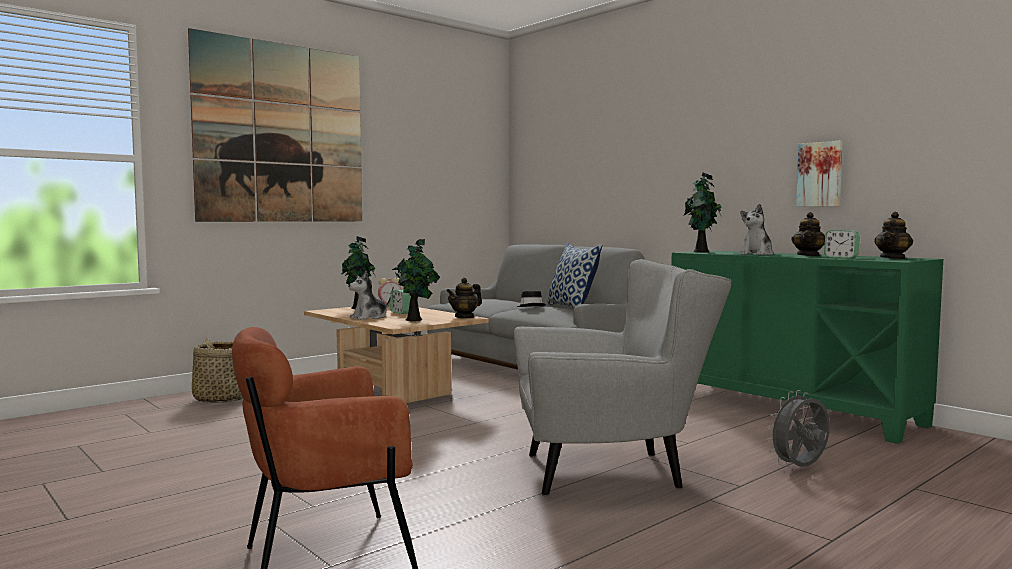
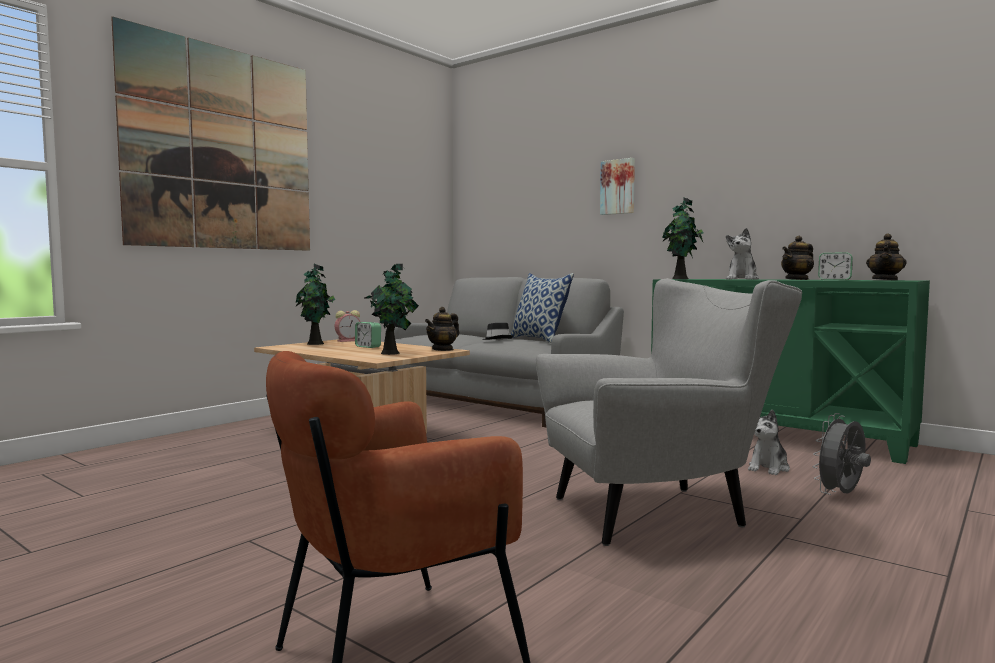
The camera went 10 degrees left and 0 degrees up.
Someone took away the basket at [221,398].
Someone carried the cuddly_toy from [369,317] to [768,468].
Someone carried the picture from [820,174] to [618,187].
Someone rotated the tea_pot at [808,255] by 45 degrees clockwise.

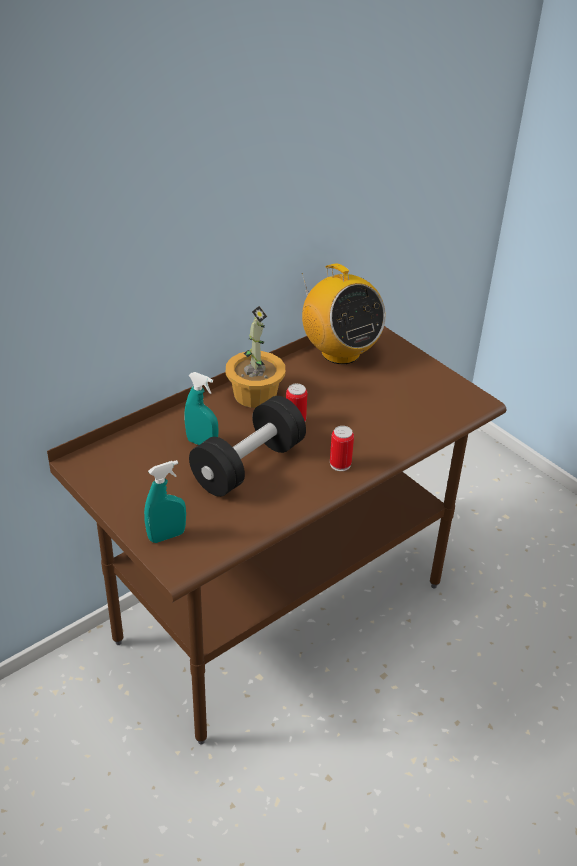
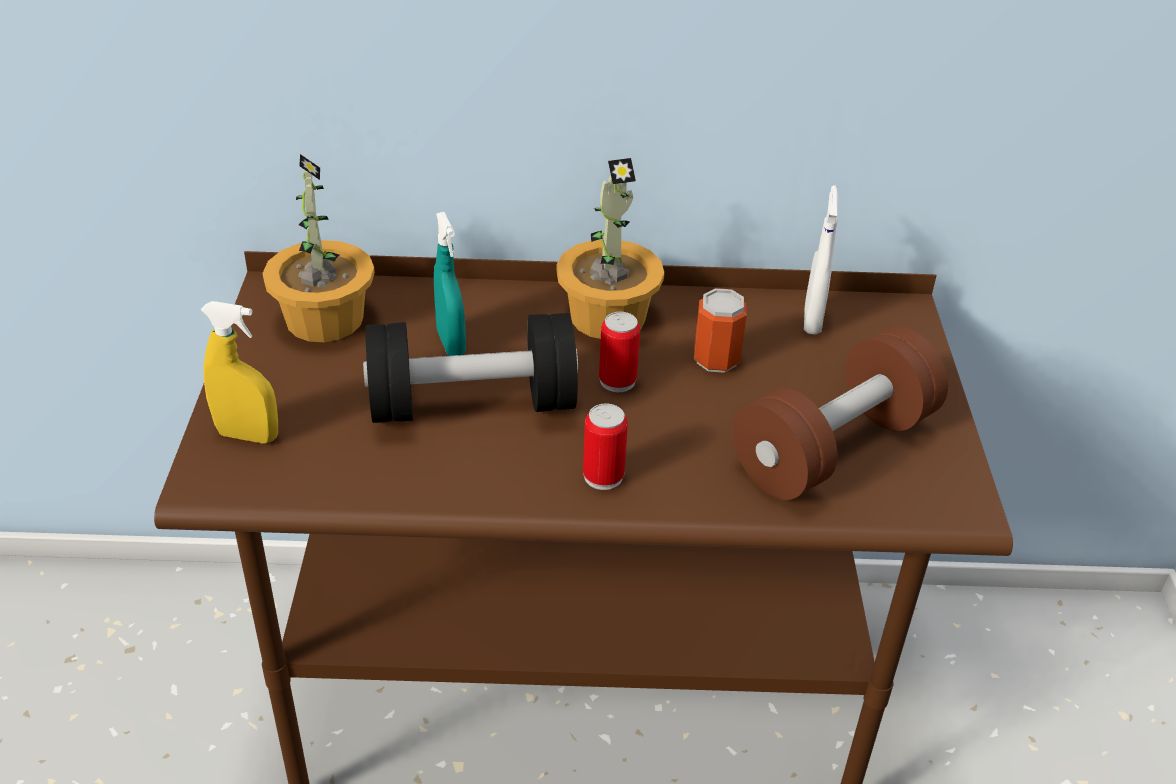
The camera went 40 degrees right and 0 degrees up.
Someone put down the plant_in_a_pot at [323,319].
Someone put down the metal_can at [716,359].
Someone put down the brownish_free_weight at [834,447].
Someone swapped the radio_receiver at [340,352] for the white_sprayer at [812,320].
Someone repainted the blue-green_sprayer at [167,536], which became the yellow_sprayer at [248,435].

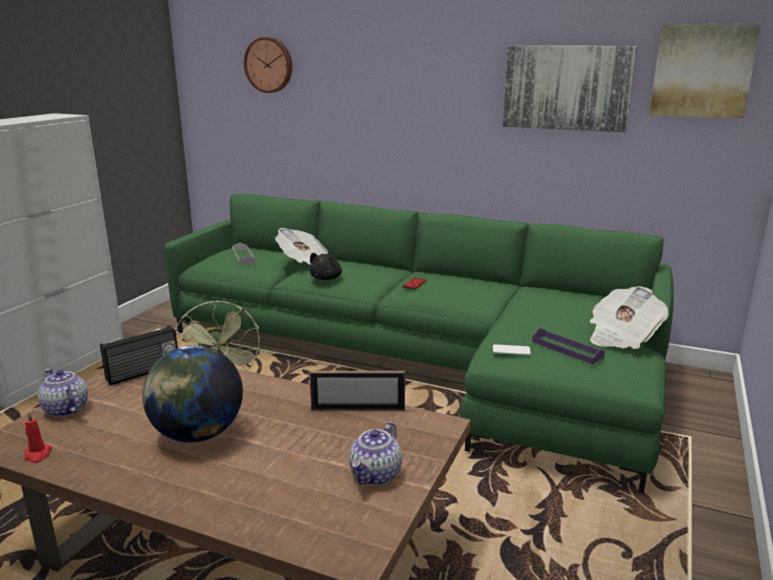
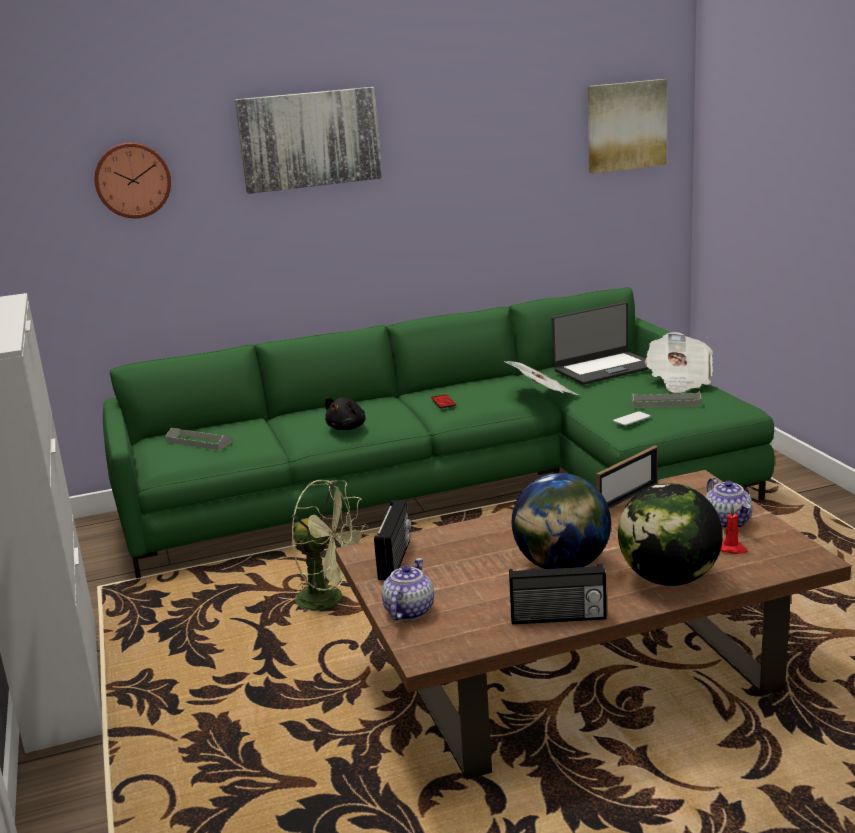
The camera went 40 degrees left and 0 degrees up.
Someone put down the radio_receiver at [558,618].
Someone put down the laptop at [604,368].
Someone put down the desk_globe at [669,579].
Someone carried the red_candle from [38,455] to [732,549].
Someone carried the daily_paper from [305,263] to [542,396].
Someone carried the picture from [567,88] to [309,139].
Someone repainted the purplish_carrying_tray at [567,349], which became the grey_carrying_tray at [666,403].
Someone rotated the tea_pot at [65,409] by 105 degrees clockwise.
Someone rotated the black_cuddly_toy at [327,278] by 45 degrees clockwise.

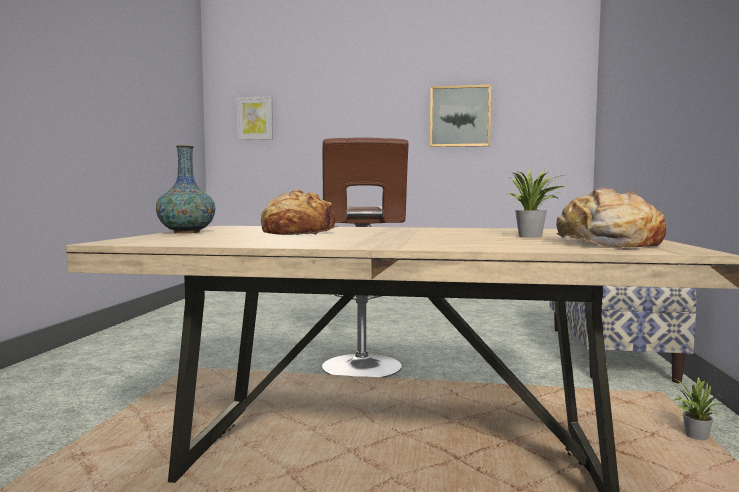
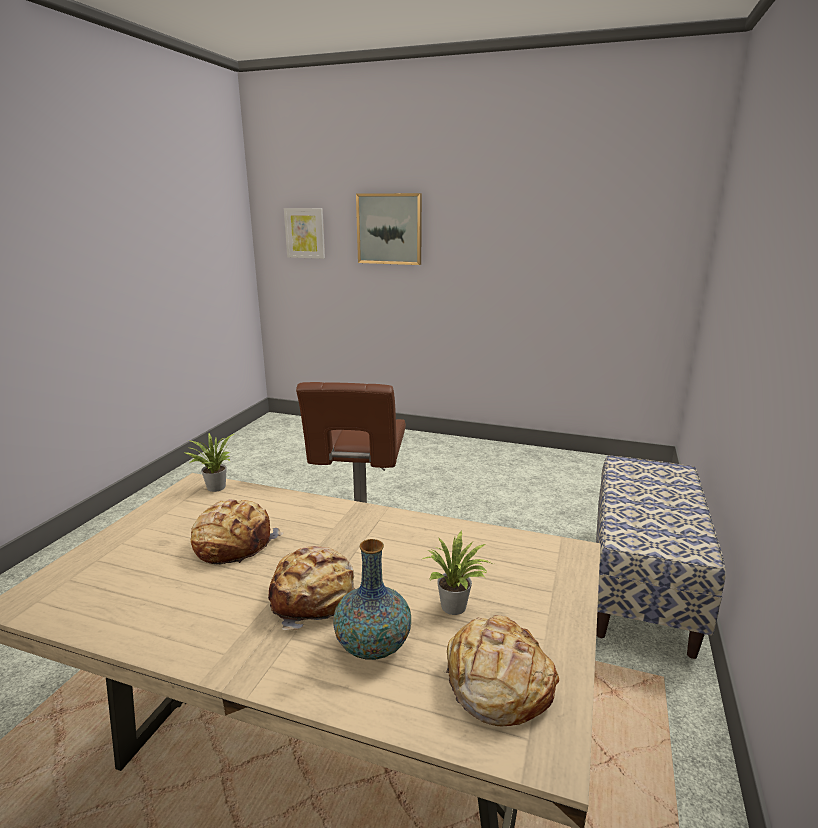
The camera went 10 degrees right and 15 degrees up.
Someone put down the bakery_bread at [314,598].
Someone carried the decorative_vase from [186,232] to [373,646].
Someone carried the picture from [460,116] to [389,229].
Someone carried the plant_in_a_pot from [693,437] to [214,486].

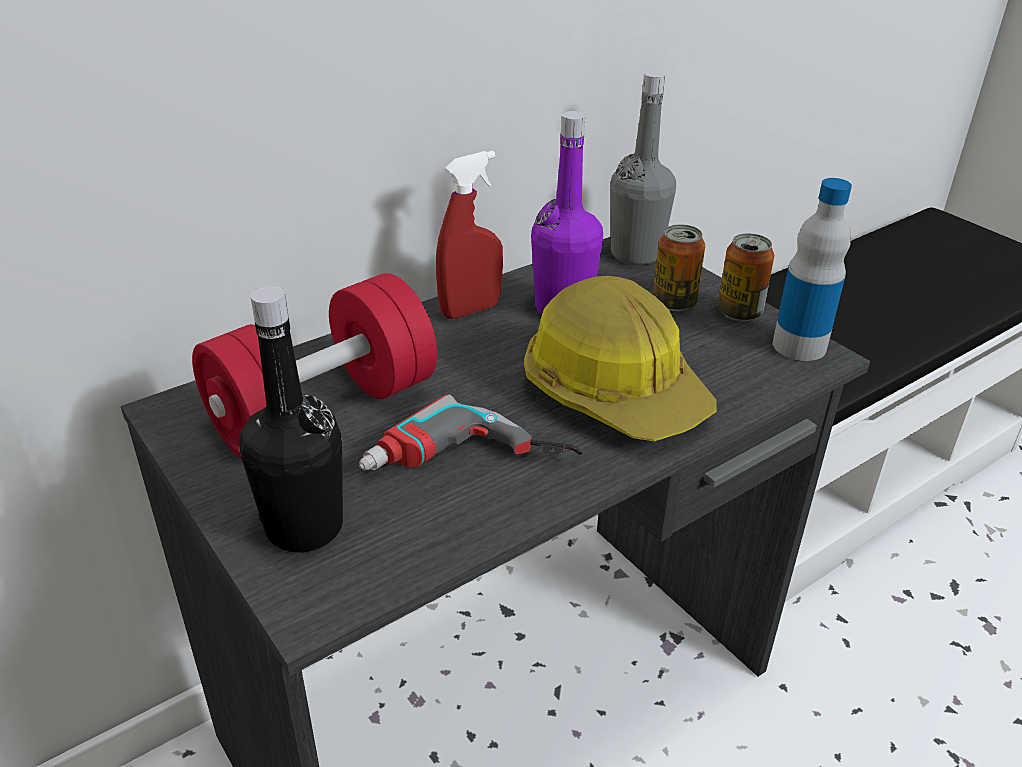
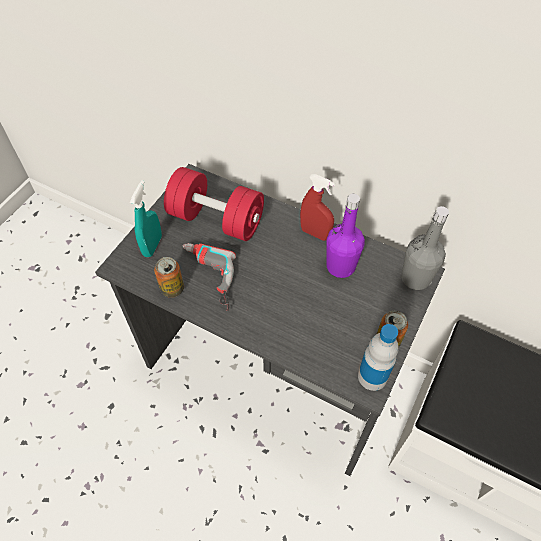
The camera went 65 degrees right and 20 degrees up.
Someone took away the safety_helmet at [614,390].
Someone carried the metal_can from [674,302] to [172,288].
Someone swapped the black_bottle at [304,527] for the blue-green_sprayer at [152,246].

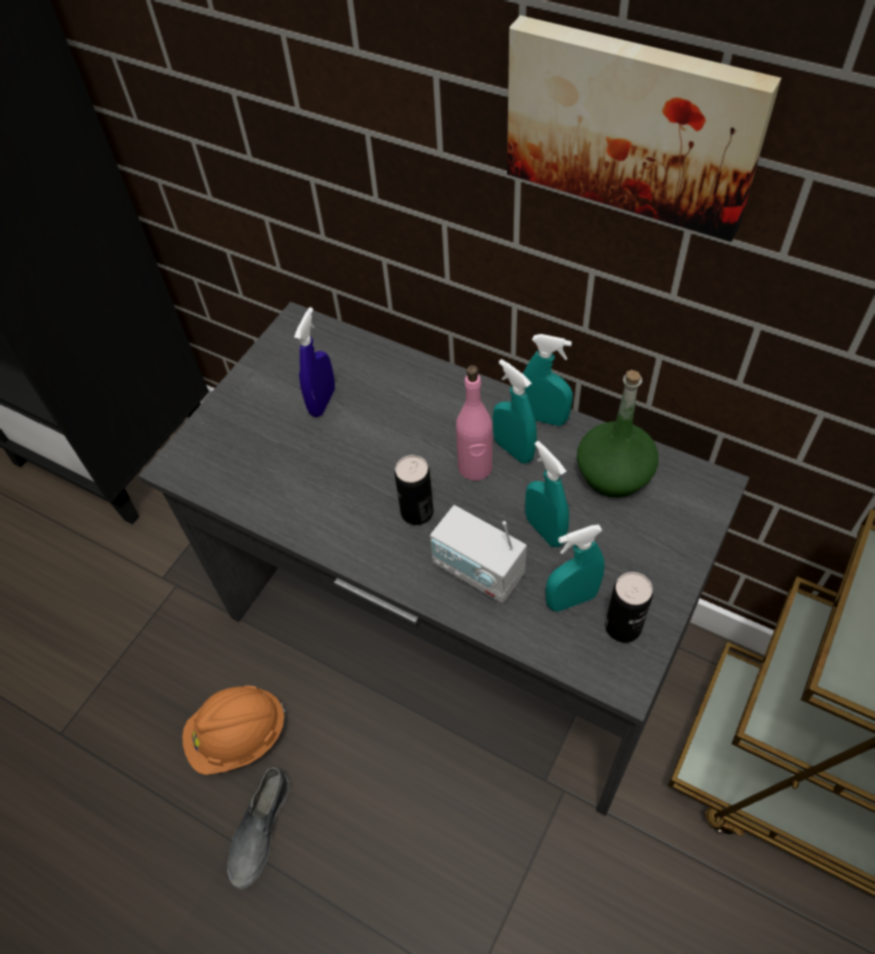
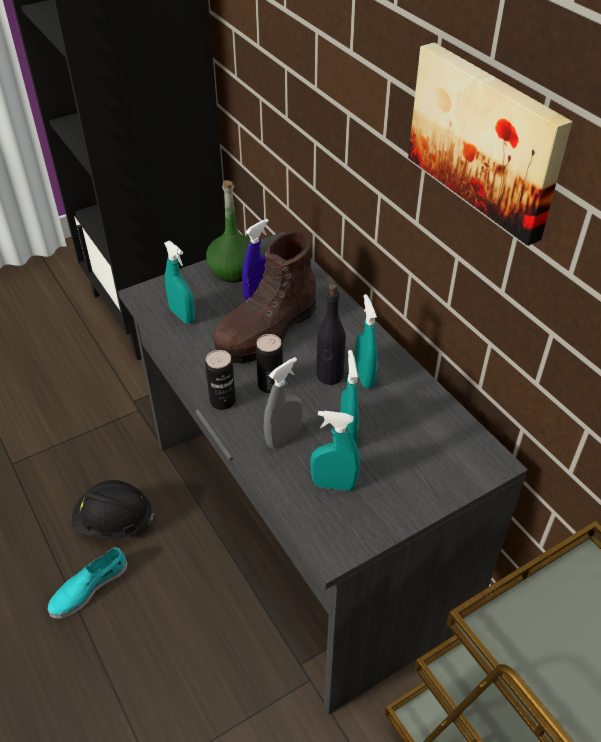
The camera went 25 degrees right and 10 degrees down.
Someone put down the brownish_boot at [267,331].
Someone carried the blue-green_sprayer from [544,418] to [182,315].
Someone carried the green_bottle from [614,473] to [234,270].
Someone carried the metal_can from [623,626] to [222,401].
Someone swapped the radio_receiver at [478,571] for the grey_sprayer at [283,438].
Someone repainted the orangey_safety_helmet at [238,737], which became the black_safety_helmet at [114,522].
Someone repainted the grey_shoe at [260,829], which became the blue-green_shoe at [88,587].
Someone repainted the pink_bottle at [475,467], which became the black_bottle at [329,376].

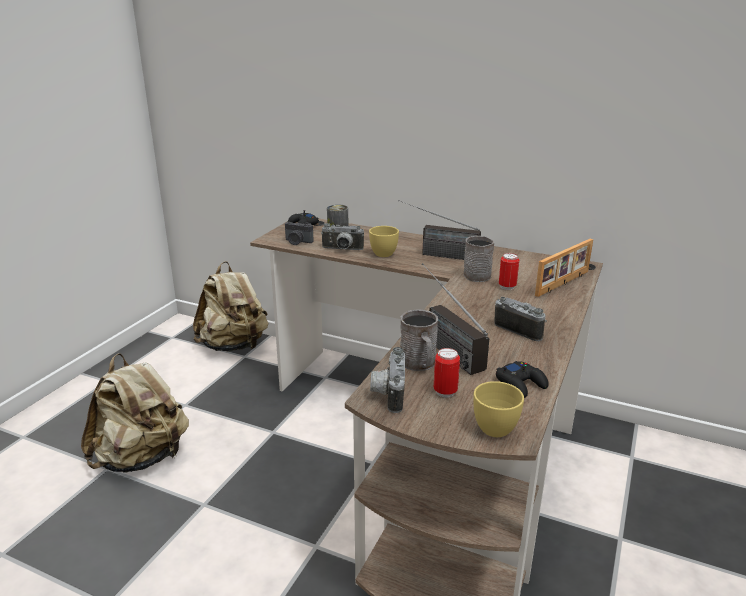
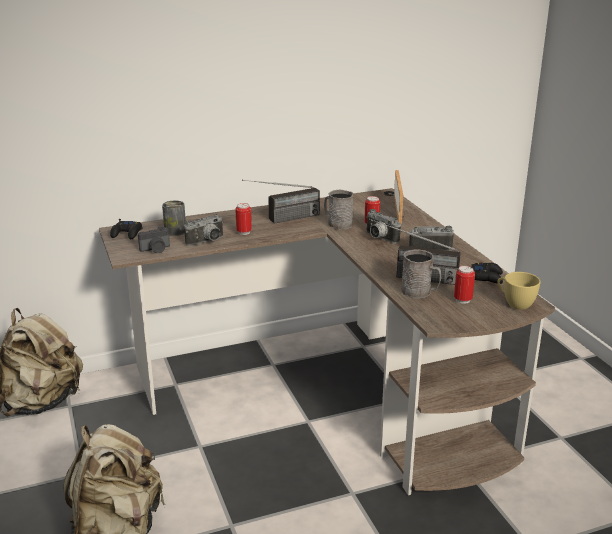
The camera went 45 degrees left and 0 degrees up.
Someone carried the photo_camera from [387,394] to [379,238].
Someone swapped the yellow_small_cup at [384,252] for the metal_can at [244,232].

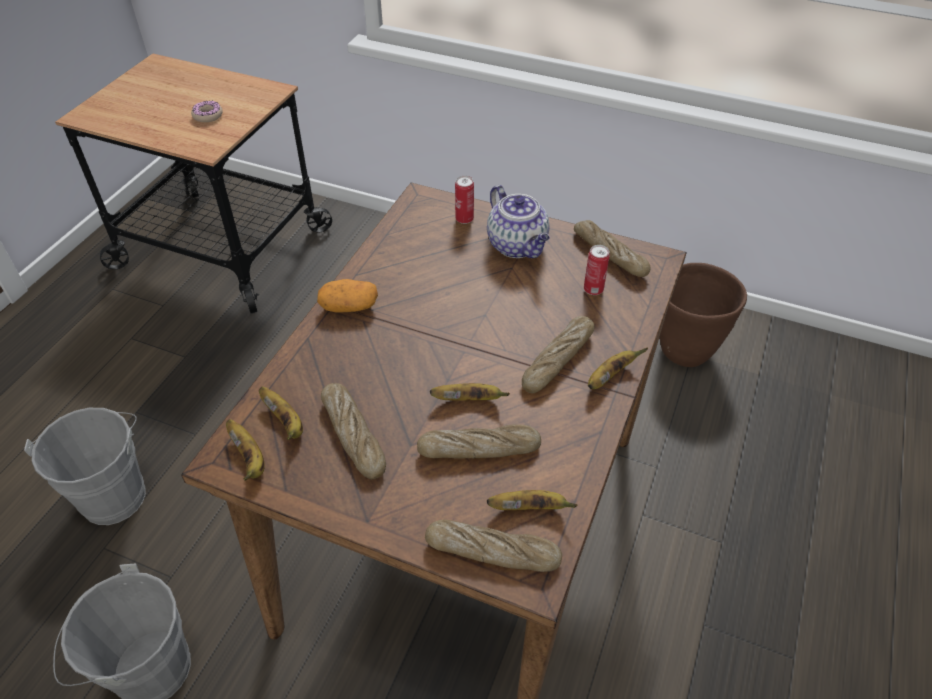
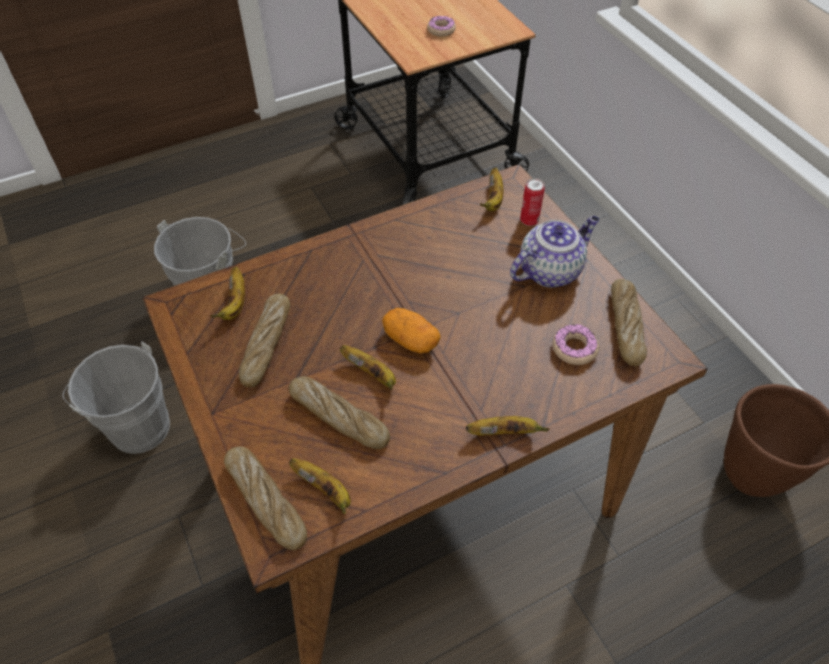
The camera went 40 degrees right and 5 degrees up.
Someone took away the bakery_bread at [558,360].
Someone carried the whole_banana from [249,458] to [493,200].
Someone carried the potato from [349,307] to [410,340].
Someone swapped the metal_can at [593,290] for the doughnut at [574,349].
Someone rotated the tea_pot at [518,246] by 135 degrees counterclockwise.

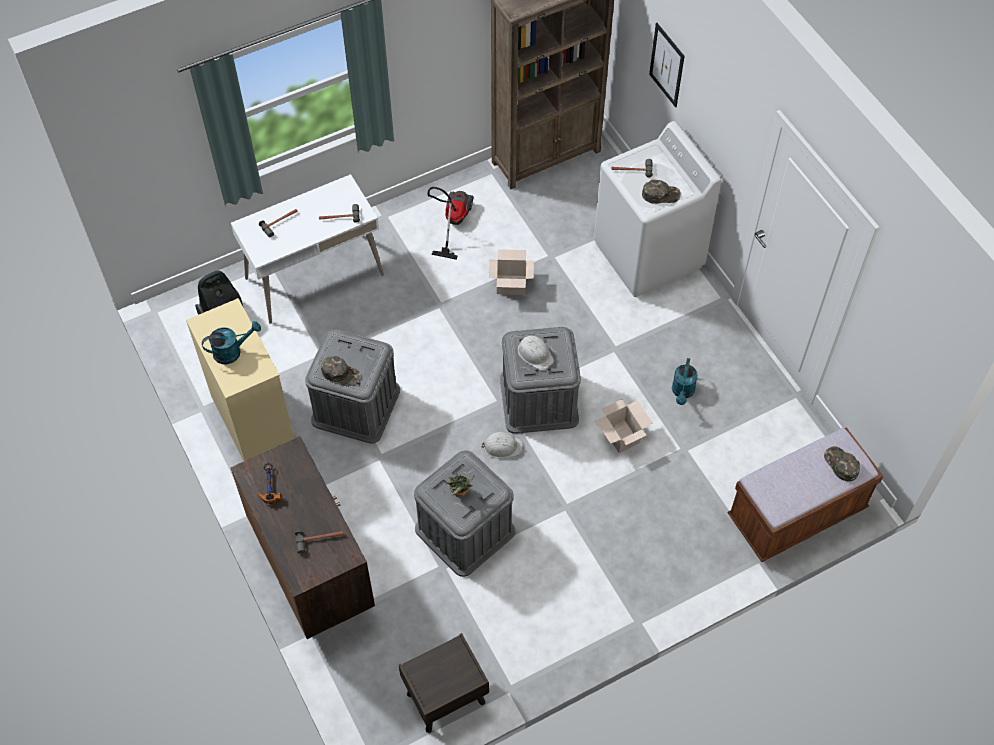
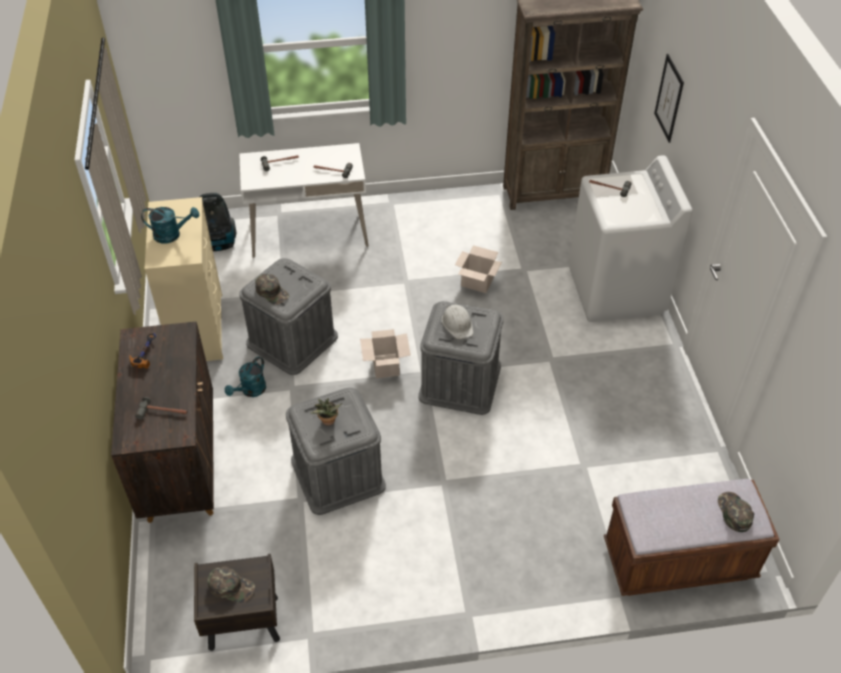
The camera went 20 degrees right and 10 degrees down.
Someone took away the hoover at [452,222].
Someone took away the white_safety_helmet at [502,446].
Someone carried the cardboard_box from [620,436] to [385,365].
Someone carried the green_baseball_cap from [661,194] to [231,587].
Someone carried the blue-green_watering_can from [682,392] to [250,391].

